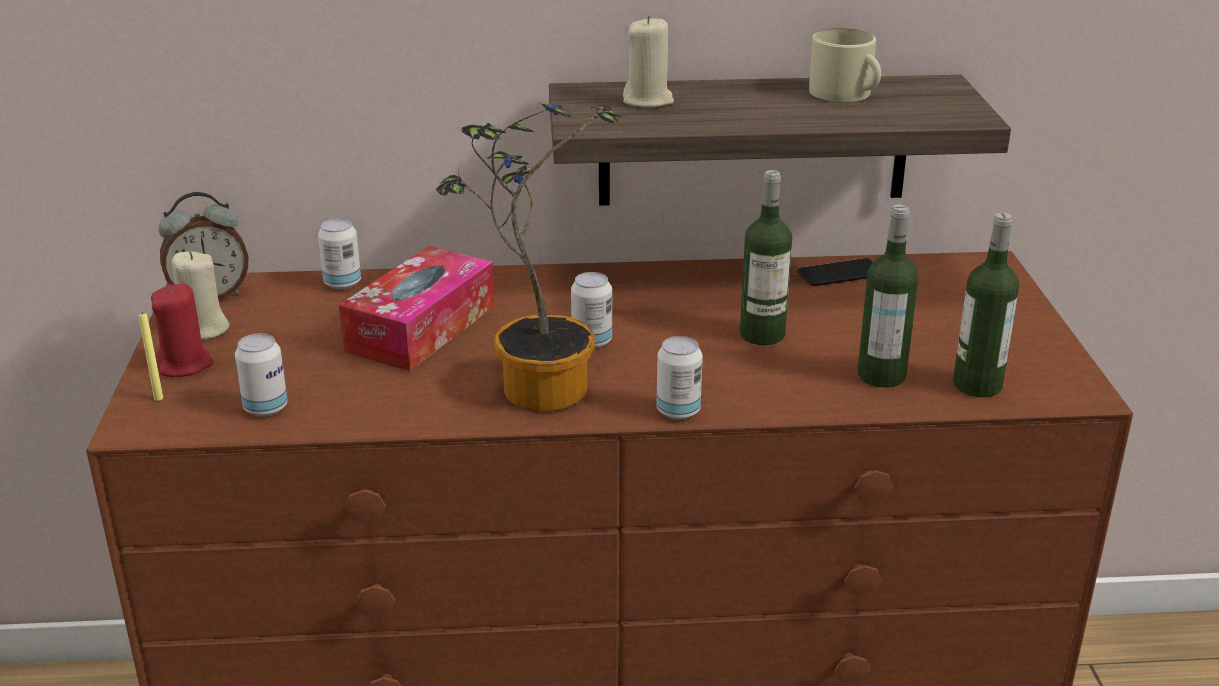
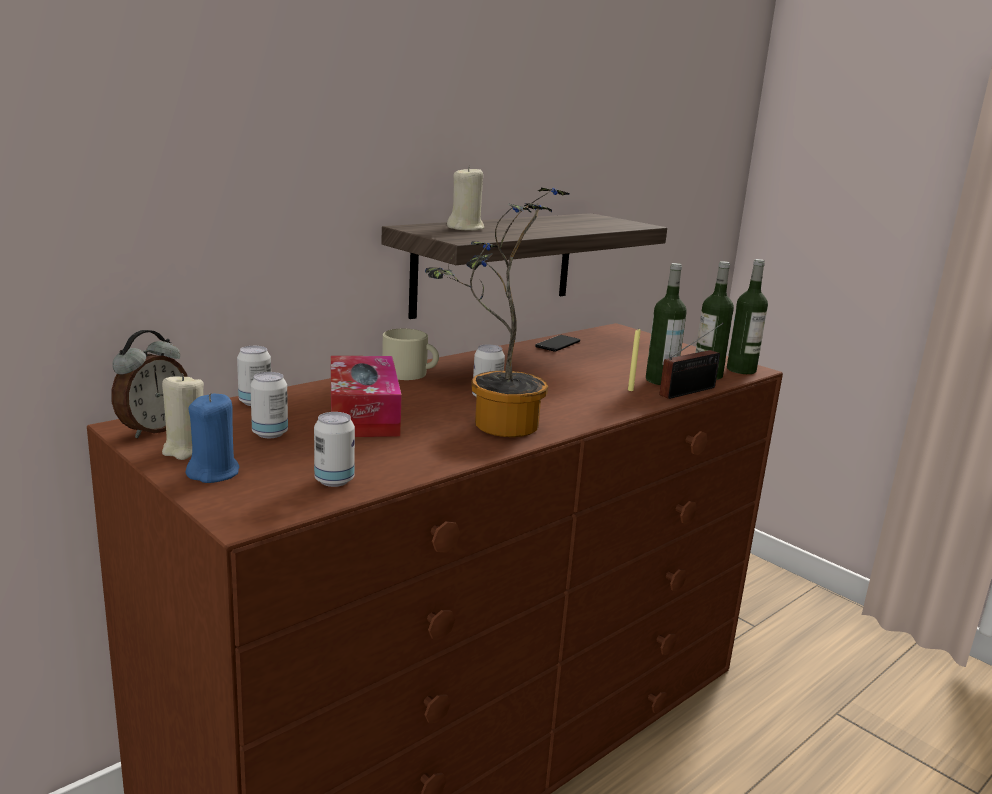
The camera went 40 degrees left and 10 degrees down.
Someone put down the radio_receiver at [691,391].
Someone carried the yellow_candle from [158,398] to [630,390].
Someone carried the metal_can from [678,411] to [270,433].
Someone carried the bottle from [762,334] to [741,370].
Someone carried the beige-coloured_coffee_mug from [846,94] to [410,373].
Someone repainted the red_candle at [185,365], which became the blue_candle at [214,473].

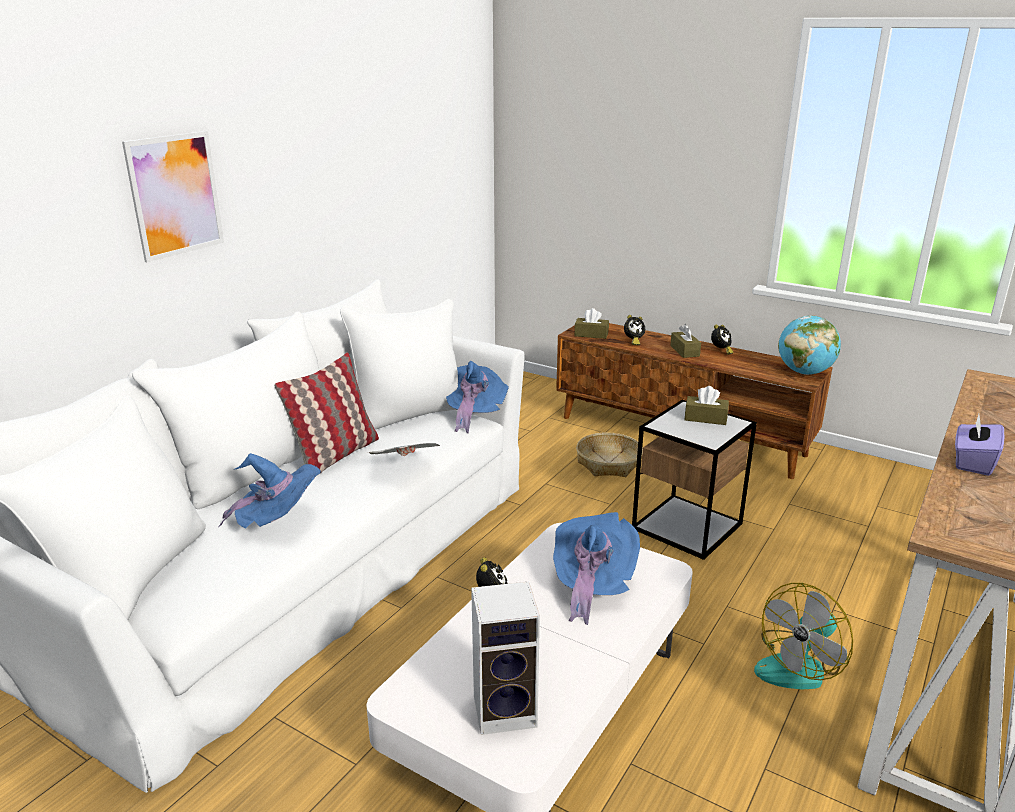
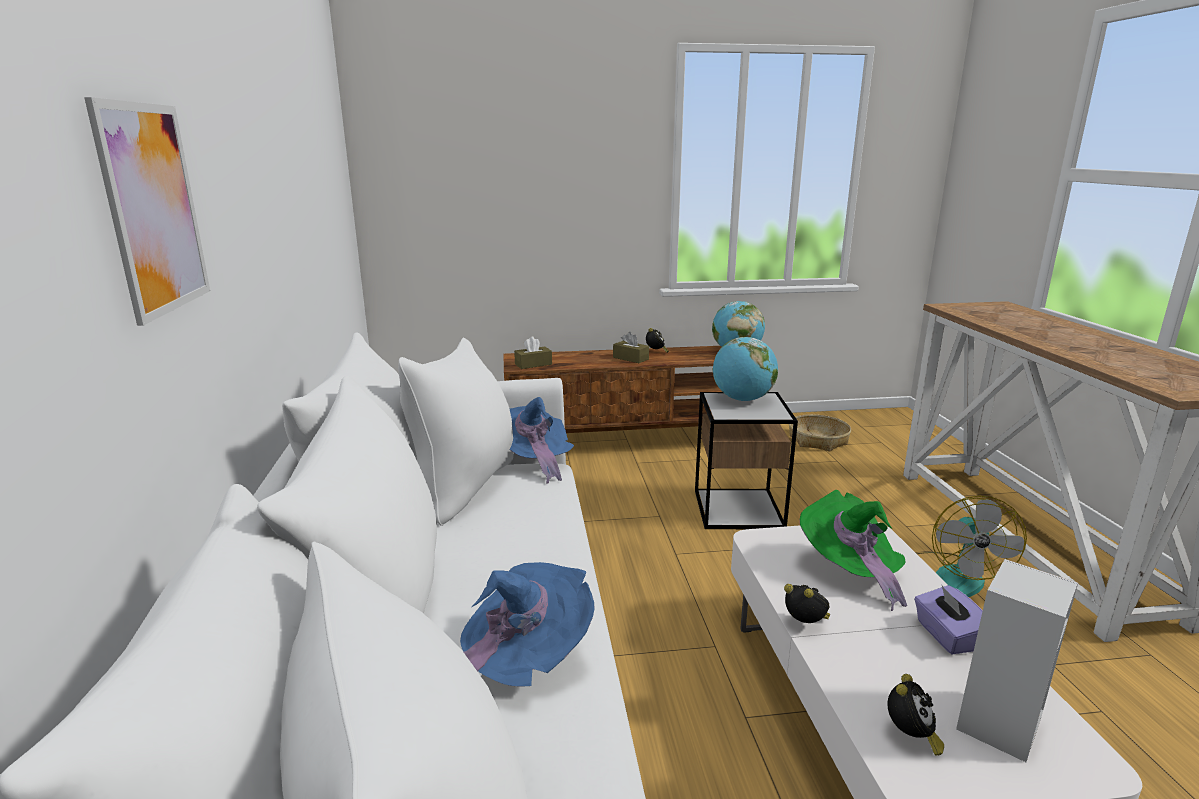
The camera went 40 degrees left and 5 degrees down.
Someone took away the cushion at [335,455].
Someone took away the daily_paper at [405,466].
Someone carried the basket from [608,463] to [817,440].
Someone carried the alarm_clock from [633,342] to [910,737].
Someone carried the purplish_tissue_holder from [972,462] to [947,636].
Someone swapped the brownish_tissue_holder at [705,418] for the desk_globe at [742,399].
Someone repainted the blue_clothing_hat at [592,585], which became the green_clothing_hat at [850,571].

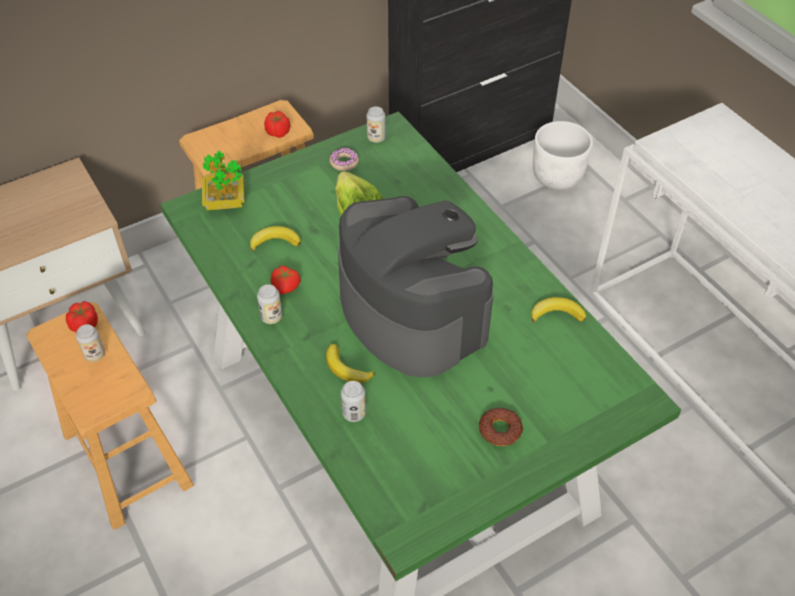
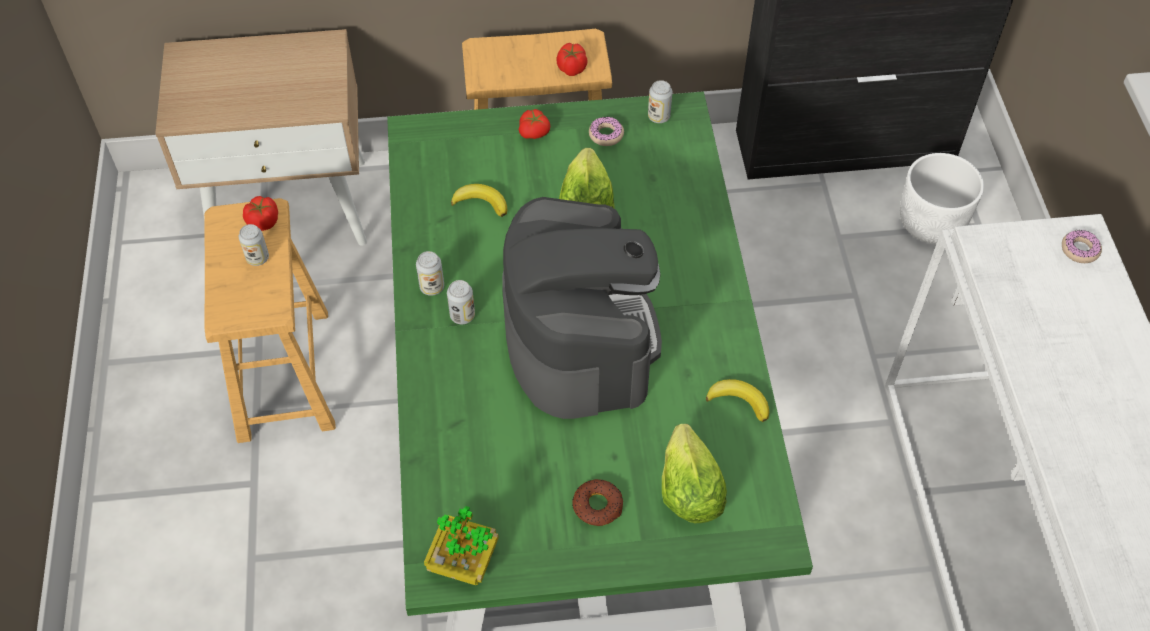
The camera went 25 degrees right and 5 degrees up.
Someone took away the whole_banana at [346,368].
Someone put down the lettuce_head at [688,489].
Someone put down the doughnut at [1079,250].
Someone carried the plant_in_a_pot from [225,202] to [463,560].
Someone carried the whole_tomato from [286,286] to [535,132].
Someone carried the metal_can from [354,413] to [462,315].

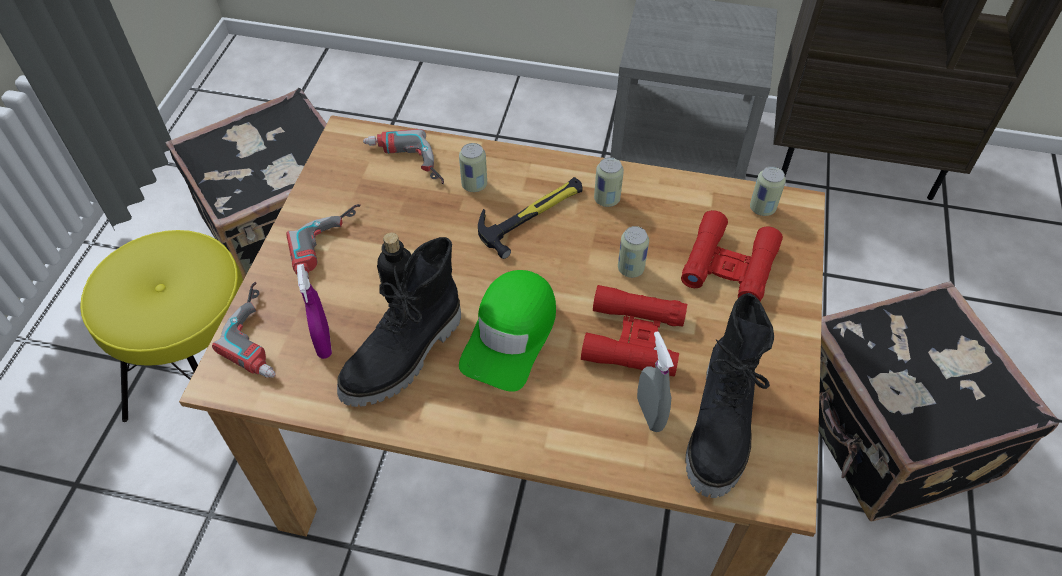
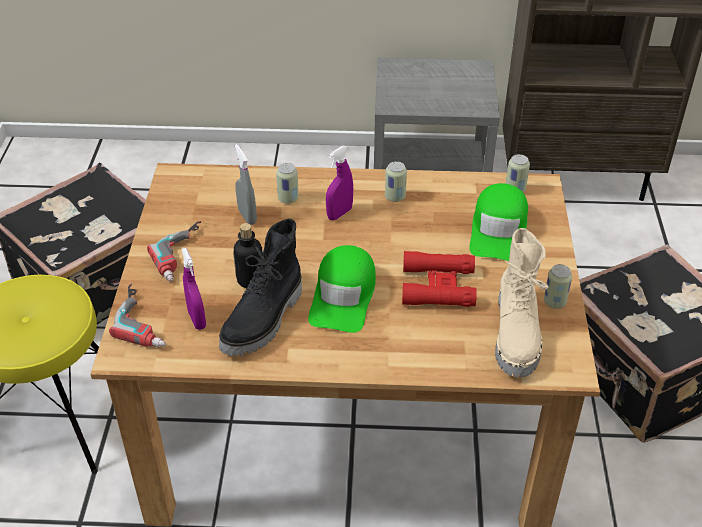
The camera went 10 degrees left and 10 degrees down.
Someone took away the electric_drill at [403,165].
Someone carried the metal_can from [630,268] to [554,302].
Someone carried the grey_sprayer from [650,413] to [247,216].
Someone swapped the tool_hammer at [532,214] for the purplish_sprayer at [339,213].
Someone swapped the red_binoculars at [729,265] for the green_baseball_cap at [499,230].
Someone repainted the black_boot at [721,427], which became the beige-coloured_boot at [517,335].

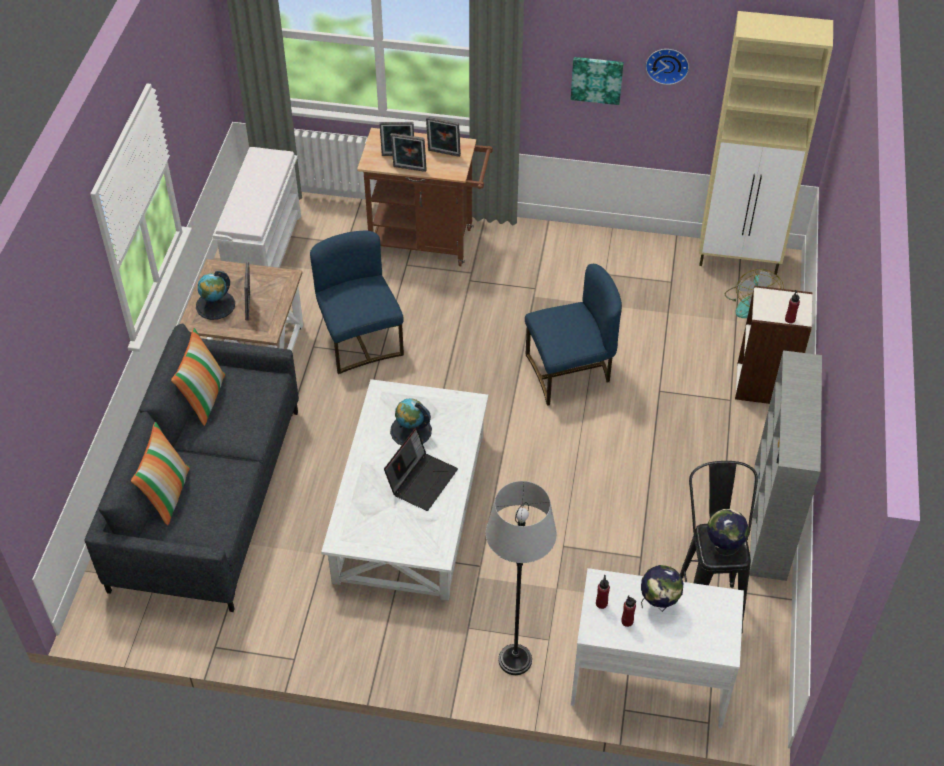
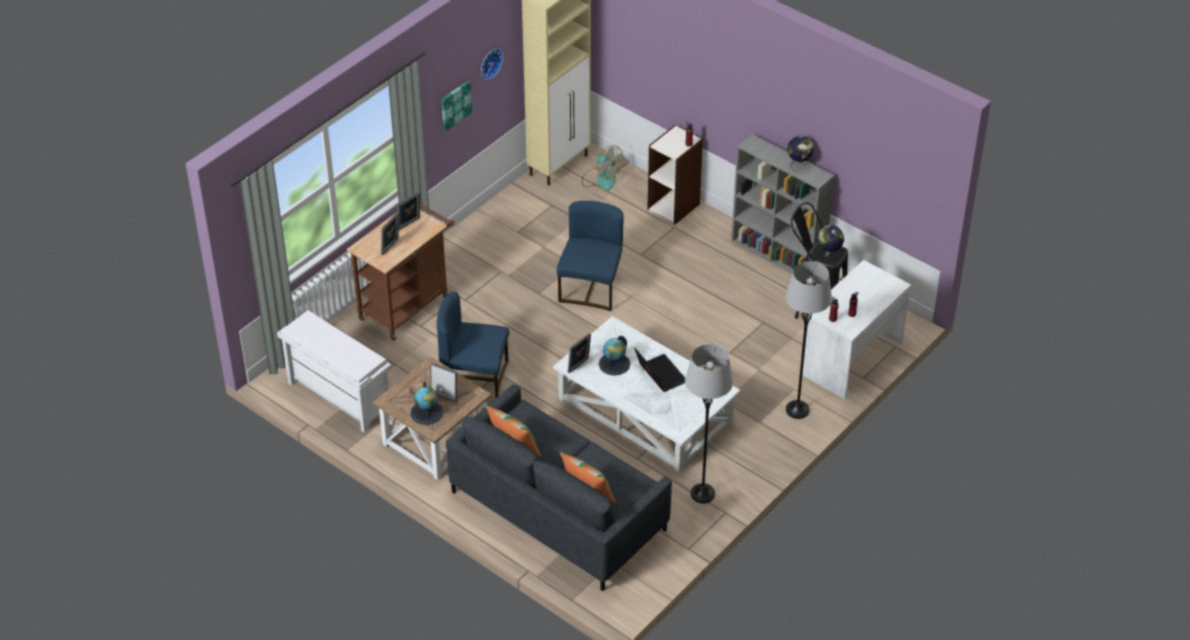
The camera went 60 degrees left and 5 degrees down.
Someone put down the grey_standing_lamp at [702,494].
Someone carried the picture_frame from [409,169] to [579,366].
Someone carried the desk_globe from [658,603] to [799,164].

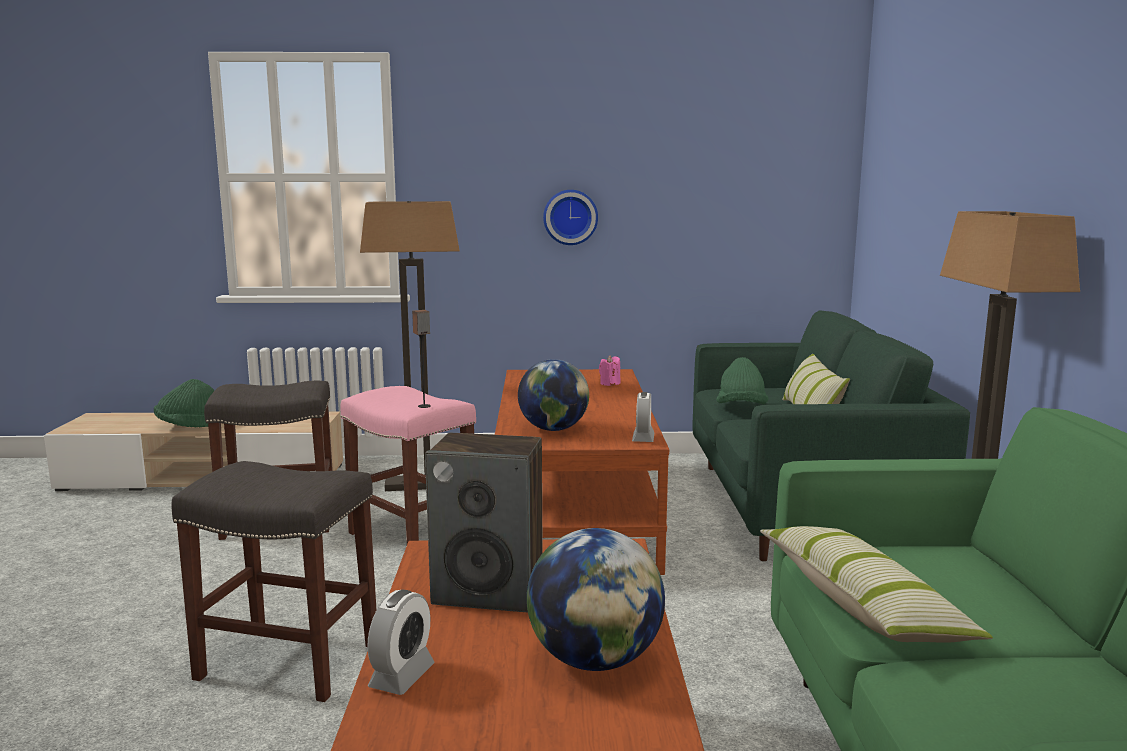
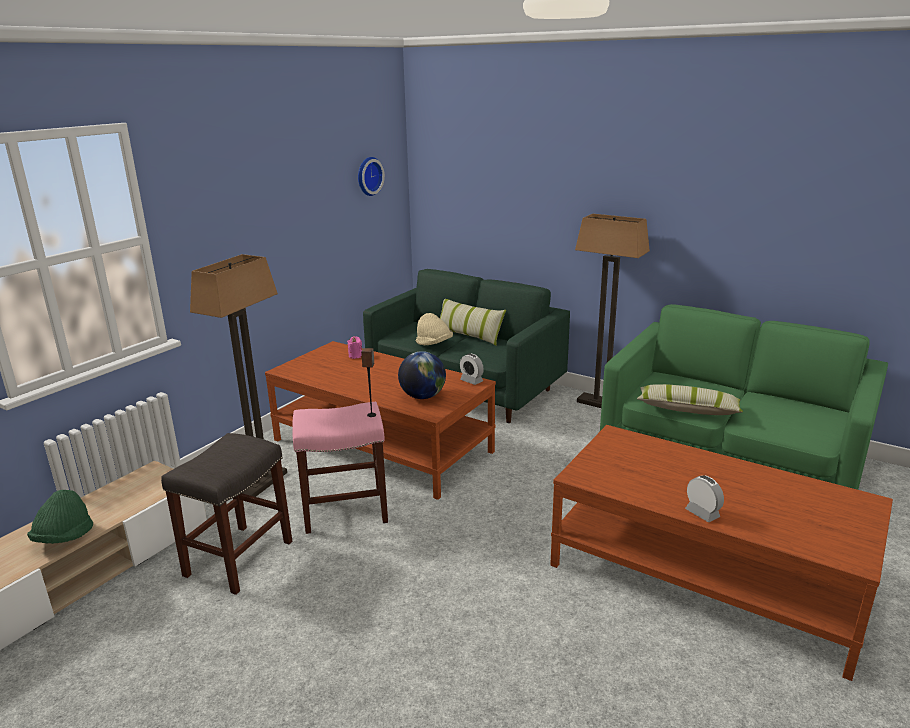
The camera went 55 degrees left and 10 degrees up.
Someone took away the grey_stool_seat at [286,661].
Someone took away the speaker at [489,591].
Someone took away the desk_globe at [595,660].
Someone carried the hanging_clock from [570,217] to [368,176].
Someone repainted the green_clothing_hat at [741,409], which became the beige-coloured_clothing_hat at [434,344].

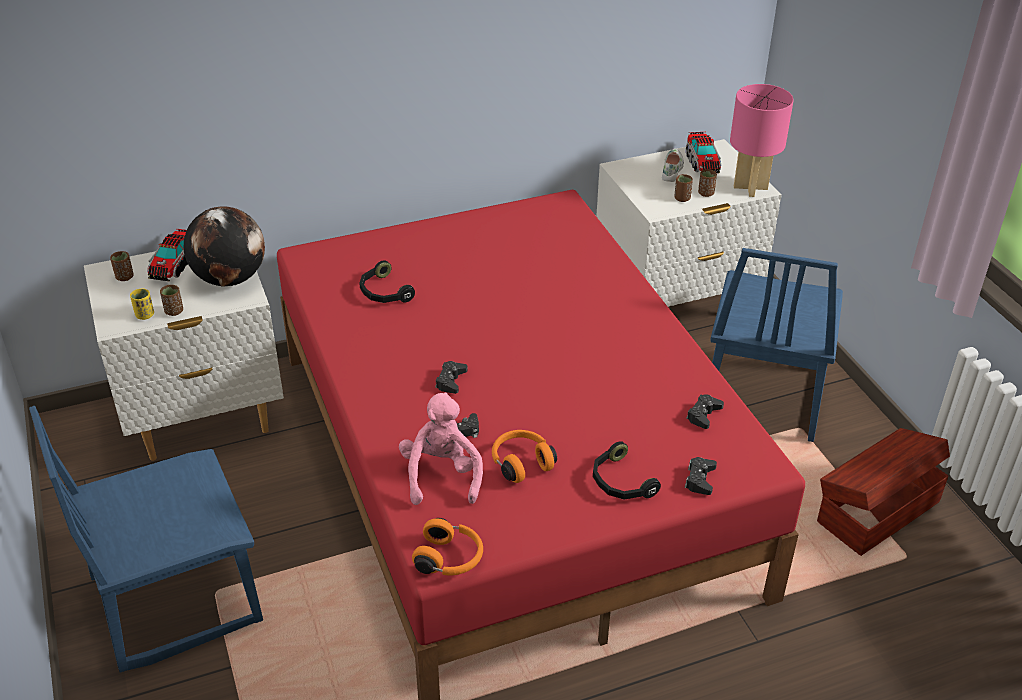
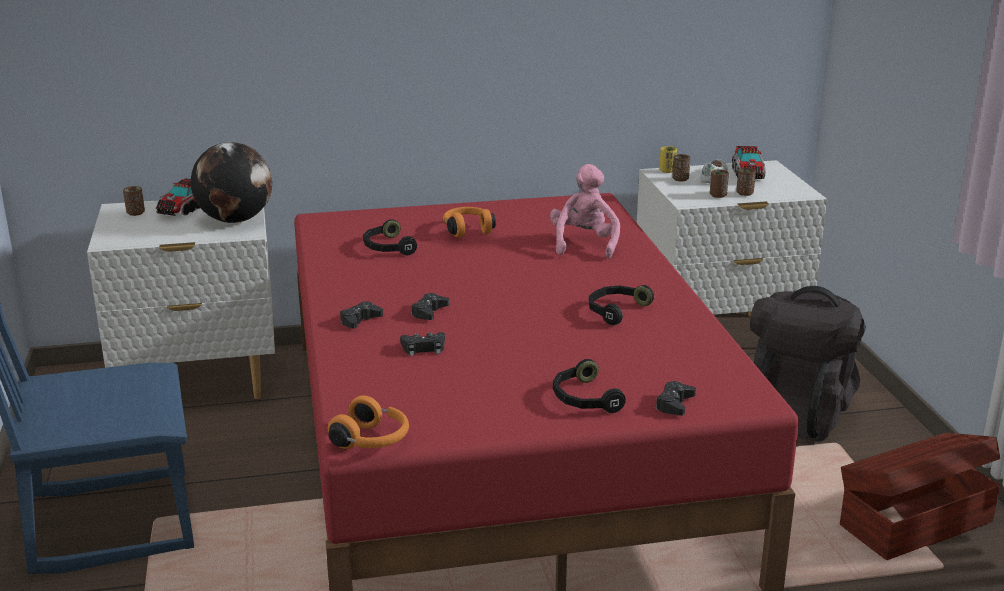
The camera went 10 degrees right and 15 degrees down.
Someone took away the pink_tabletop_lamp at [750,188].
Someone put down the black_headphones at [615,310].
Someone carried the yellow_small_cup from [145,315] to [667,171].
Someone carried the brownish_small_cup from [174,311] to [680,179].
Someone carried the pink_cuddly_toy from [441,475] to [584,244].
Someone carried the orangey_headphones from [521,462] to [467,230].
Someone carried the black_joypad from [703,415] to [360,320].
Someone swapped the blue_upright_chair at [761,395] for the black_knapsack at [798,413].

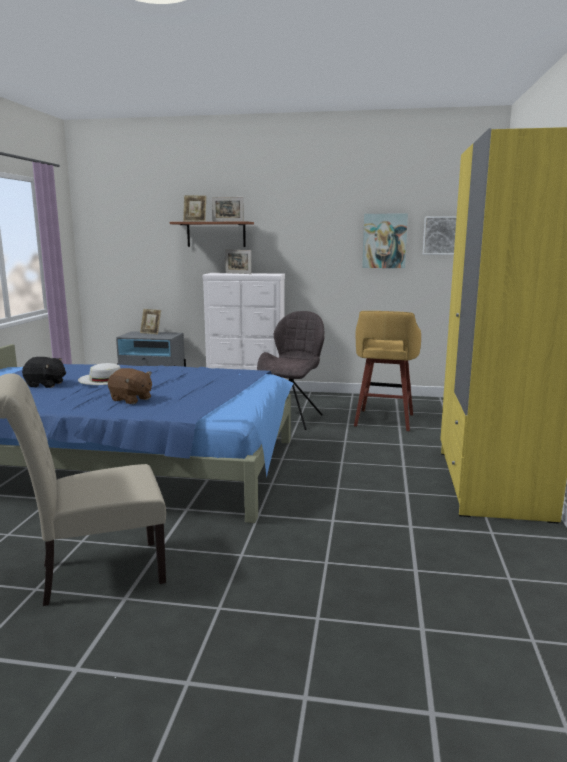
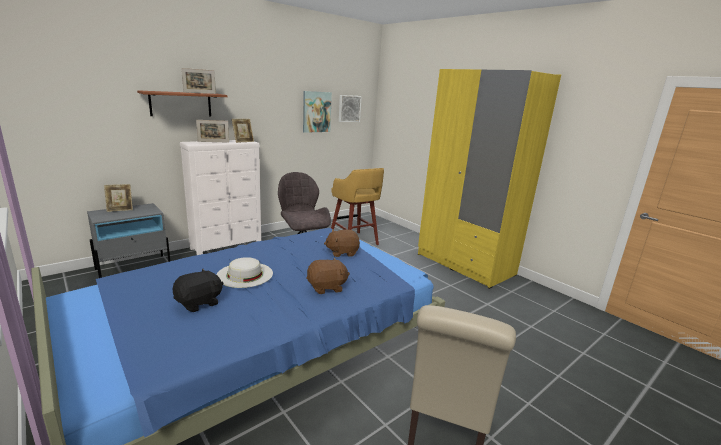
The camera went 50 degrees left and 5 degrees up.
Someone put down the brownish_cuddly_toy at [342,252].
Someone carried the picture_frame from [195,221] to [243,141].

